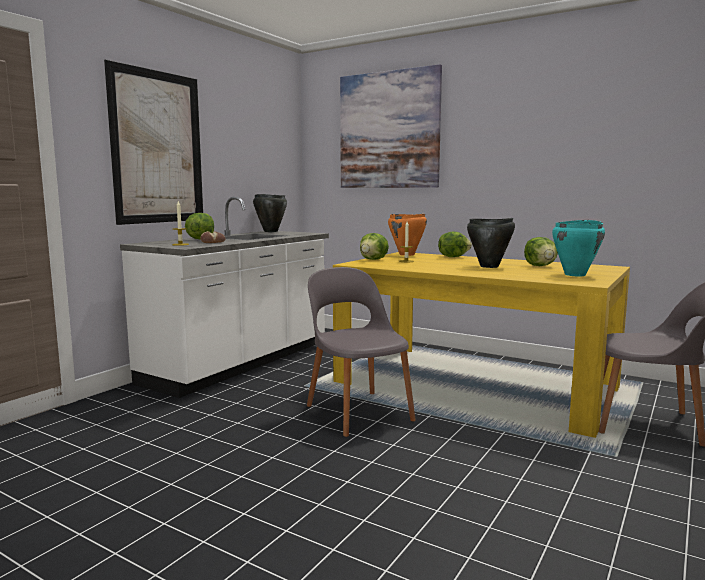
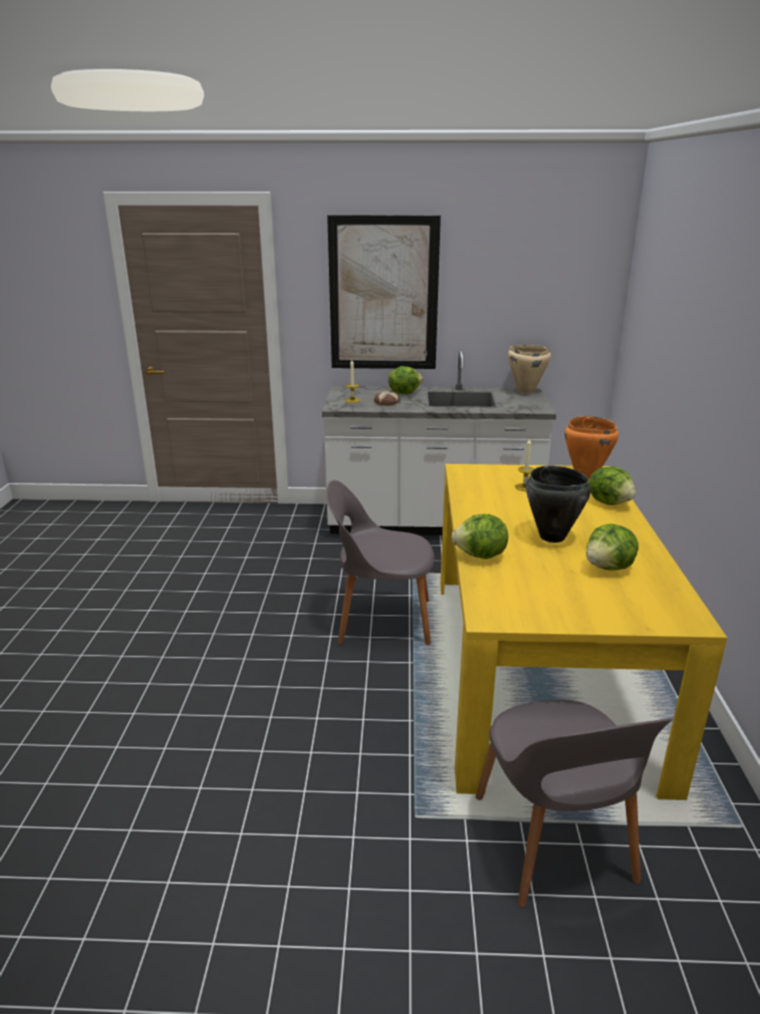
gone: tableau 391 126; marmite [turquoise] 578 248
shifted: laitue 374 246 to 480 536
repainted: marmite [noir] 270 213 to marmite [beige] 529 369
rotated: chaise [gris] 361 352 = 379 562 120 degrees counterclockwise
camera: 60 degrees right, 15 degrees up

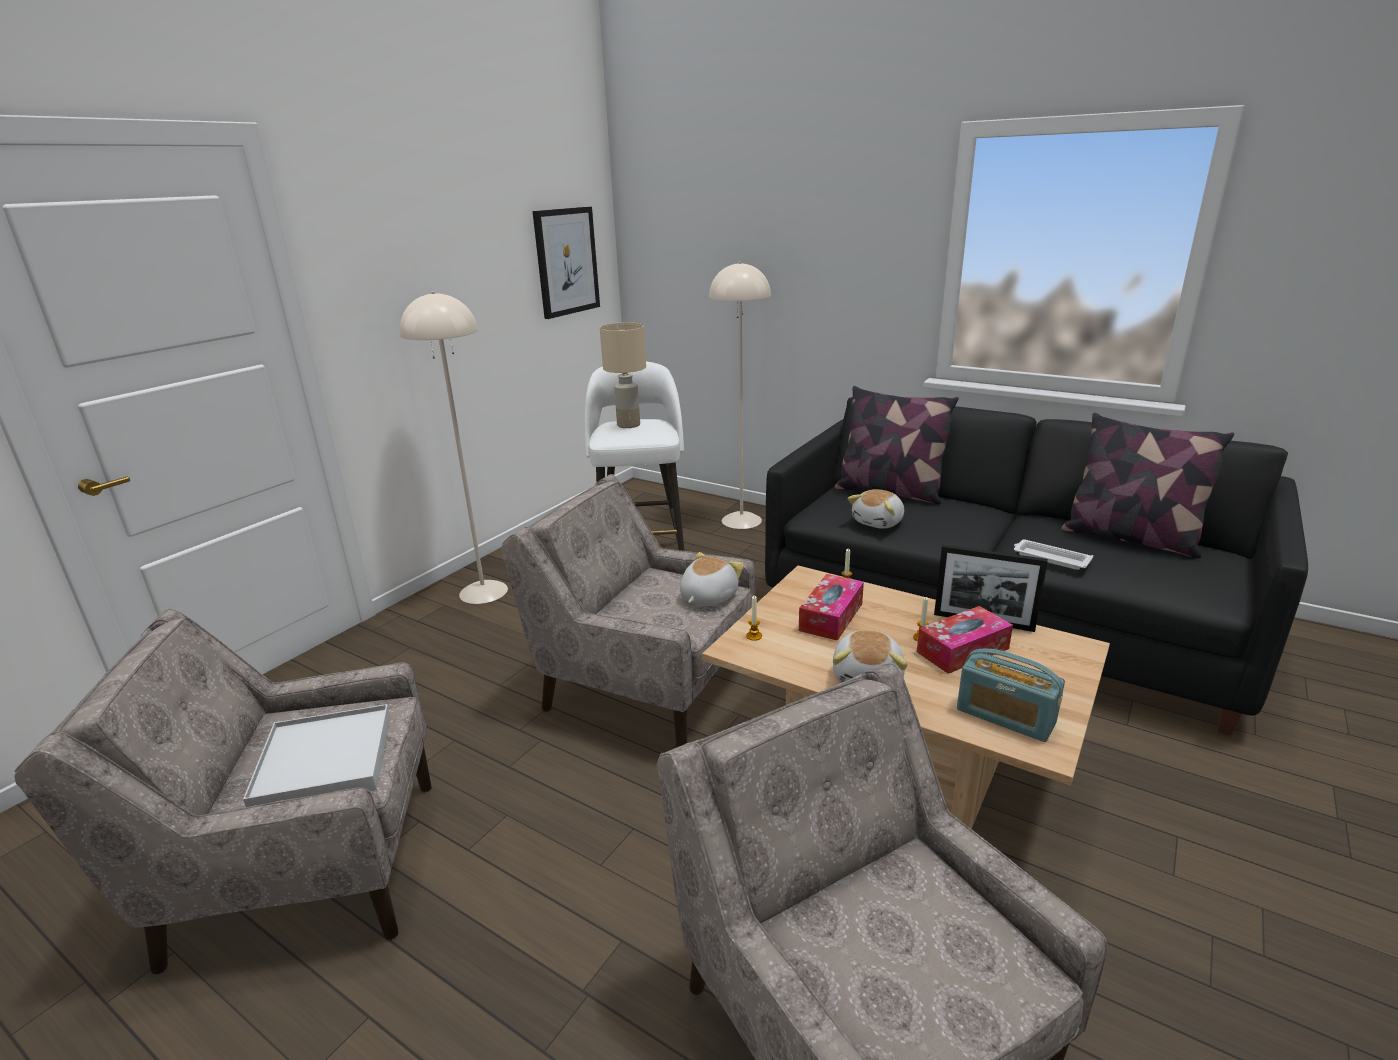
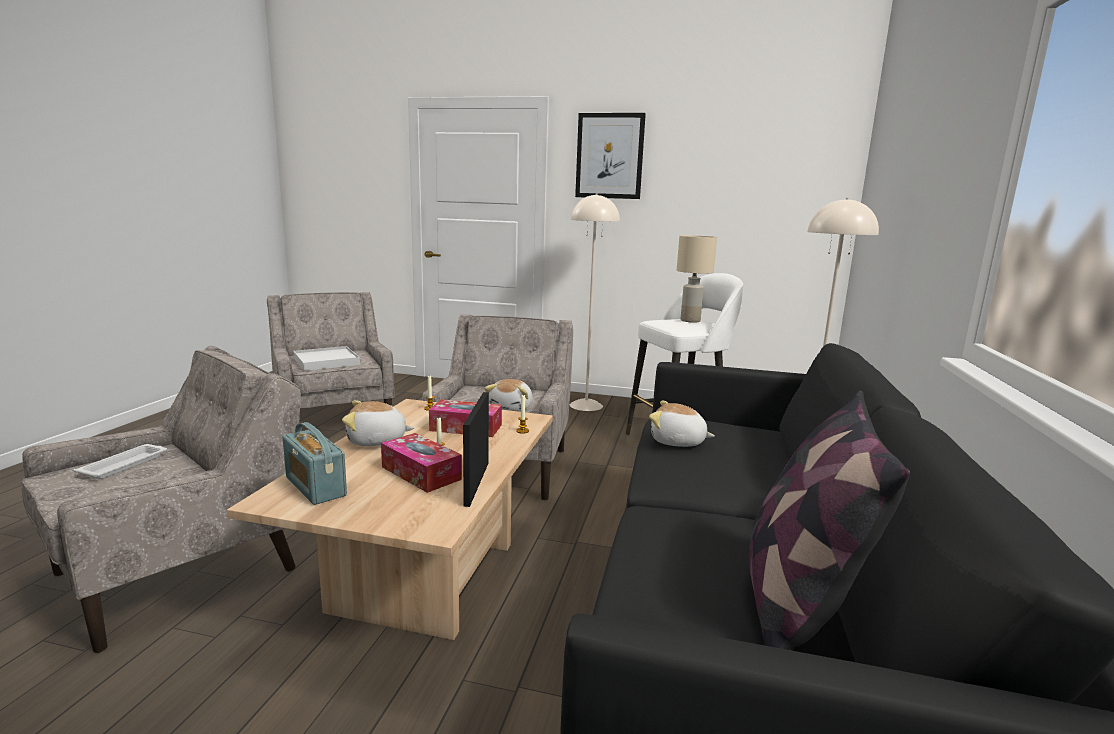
gone: coussin 897 445
shifted: plateau [blanc] 1053 555 to 120 461; tableau 566 263 to 610 156
rotated: radio 1011 695 = 315 463 60 degrees counterclockwise; peluche 712 579 = 508 395 90 degrees clockwise
camera: 70 degrees right, 10 degrees down

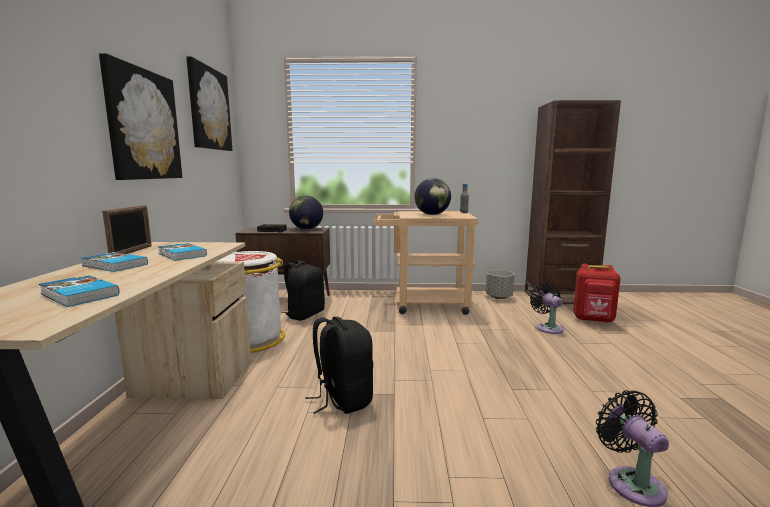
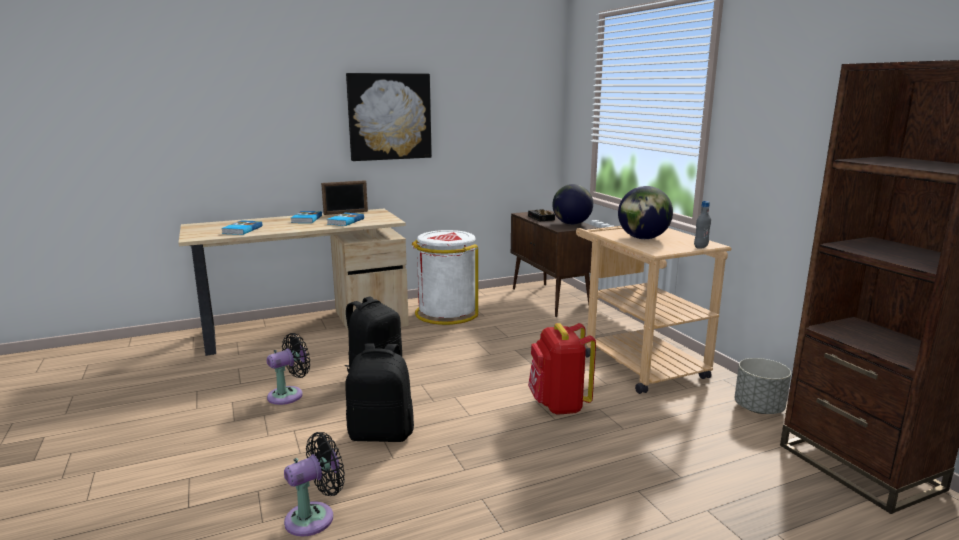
gone: tableau 209 103
shifted: ventilateur [noir] 547 308 to 288 369; sac à dos [noir] 303 290 to 379 392; sac à dos [rouge] 597 293 to 562 369
camera: 65 degrees right, 5 degrees up

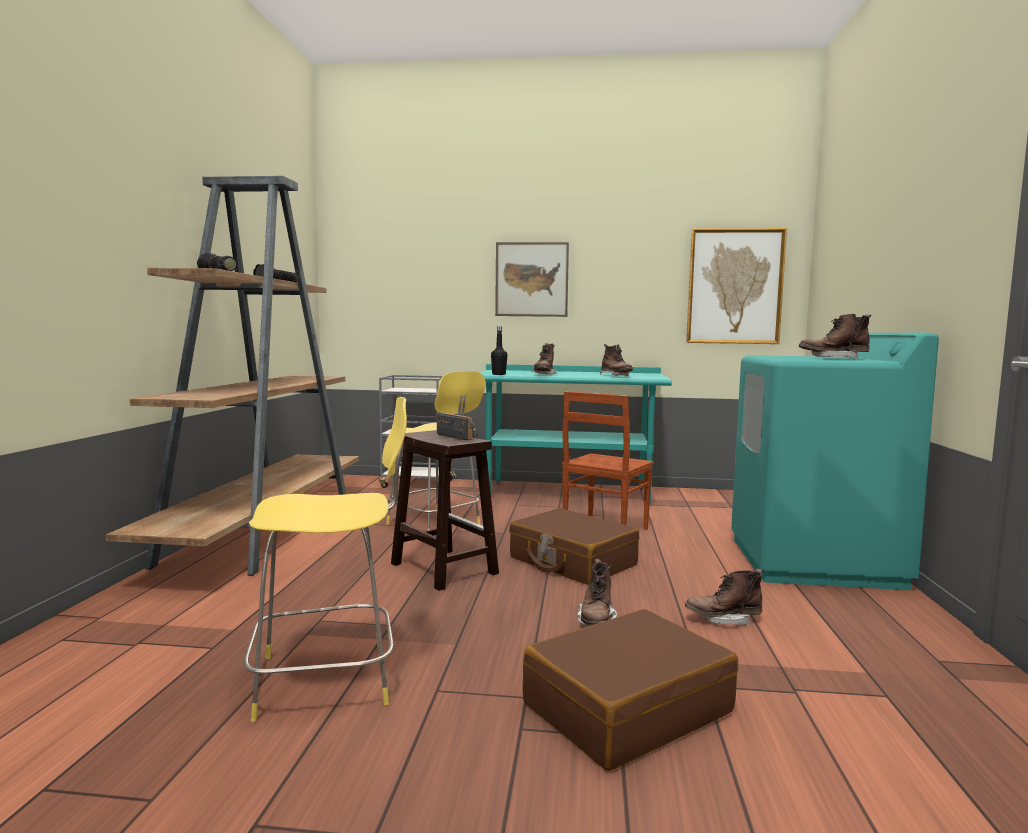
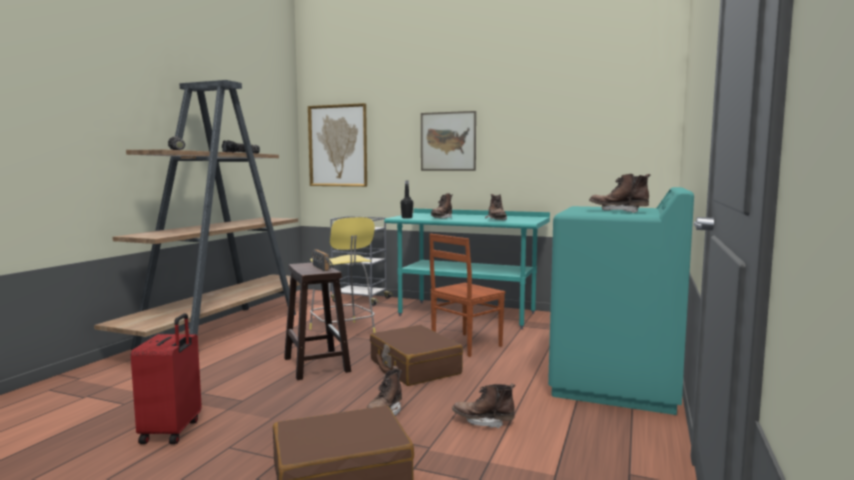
shifted: tableau 736 286 to 337 145
swapped: tabouret [jaune] 325 559 to valise [rouge] 166 378
camera: 15 degrees right, 0 degrees up

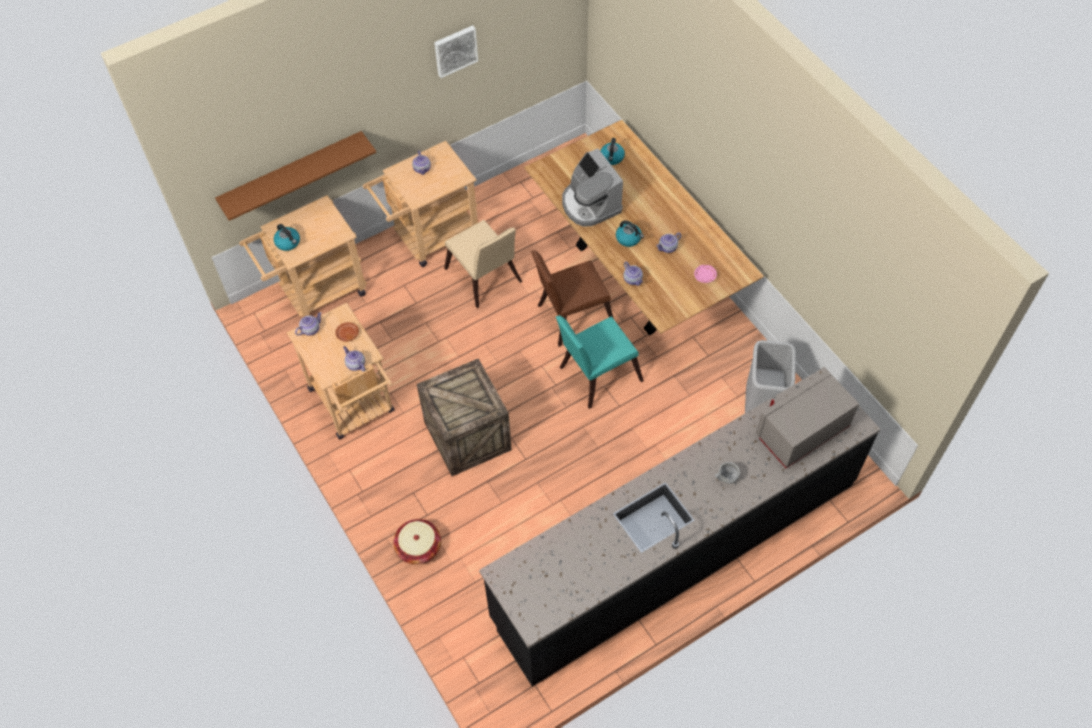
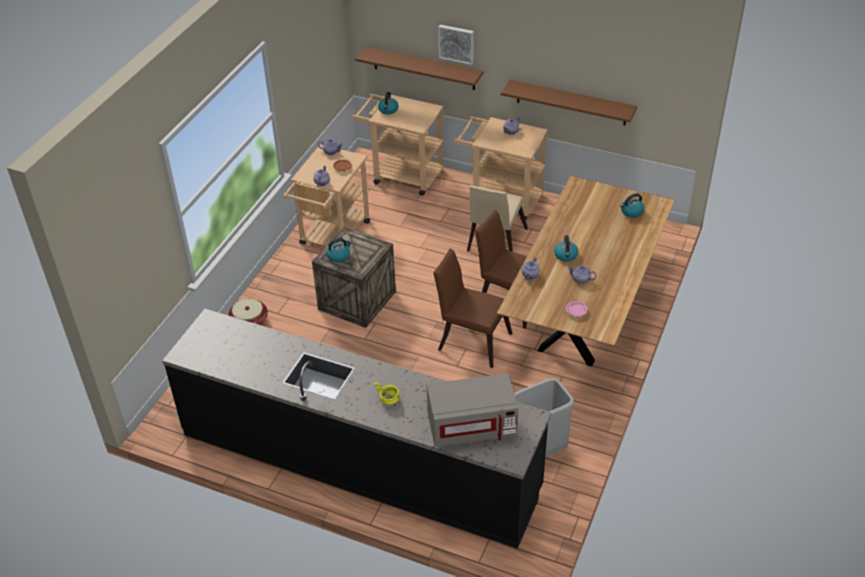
gone: machine à café 592 188
new: bouilloire 339 250; étagère [marron] 569 102
shifted: tableau 456 51 to 456 45
repainted: bol [gris] 727 473 to bol [jaune] 387 393; chaise [turquoise] 600 362 to chaise [marron] 472 308
rotated: micro-ondes [gris] 807 419 = 473 410 150 degrees clockwise
camera: 55 degrees right, 15 degrees down

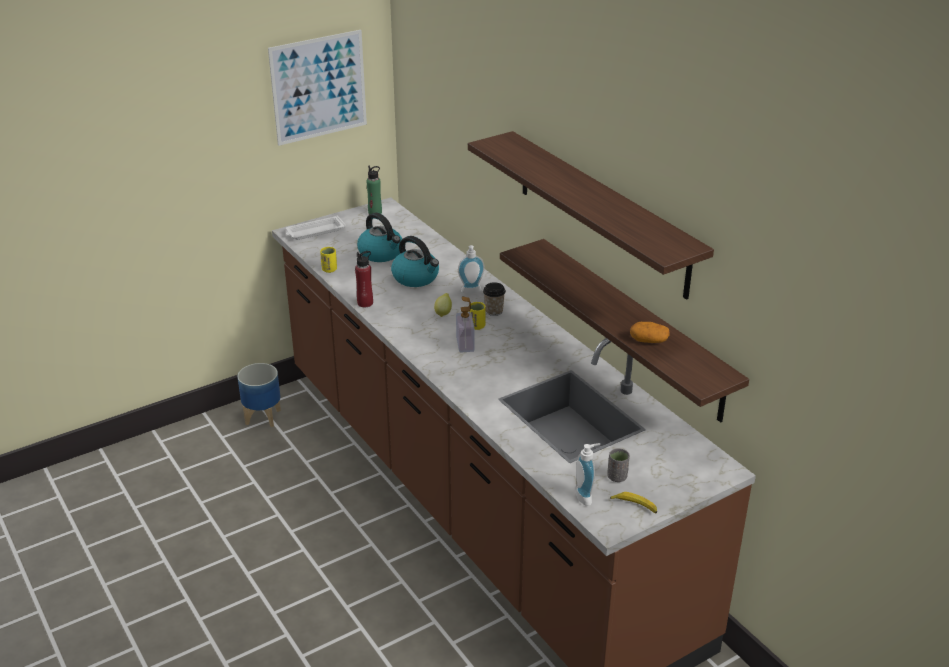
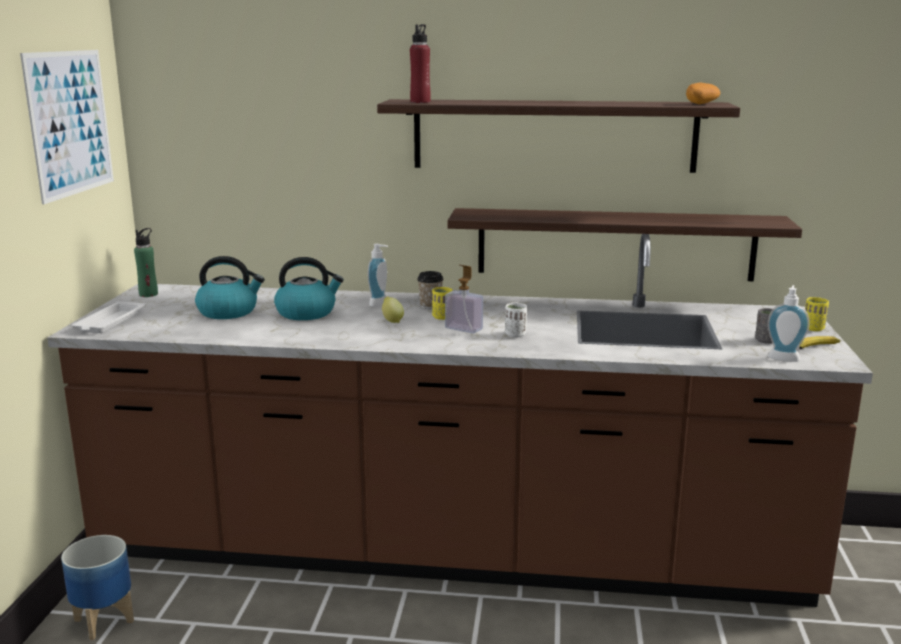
new: tasse [blanc] 516 320
shifted: bouteille [rouge] 364 279 to 420 63; pomme de terre 650 332 to 703 93; tasse [jaune] 328 260 to 817 314
camera: 50 degrees left, 15 degrees down

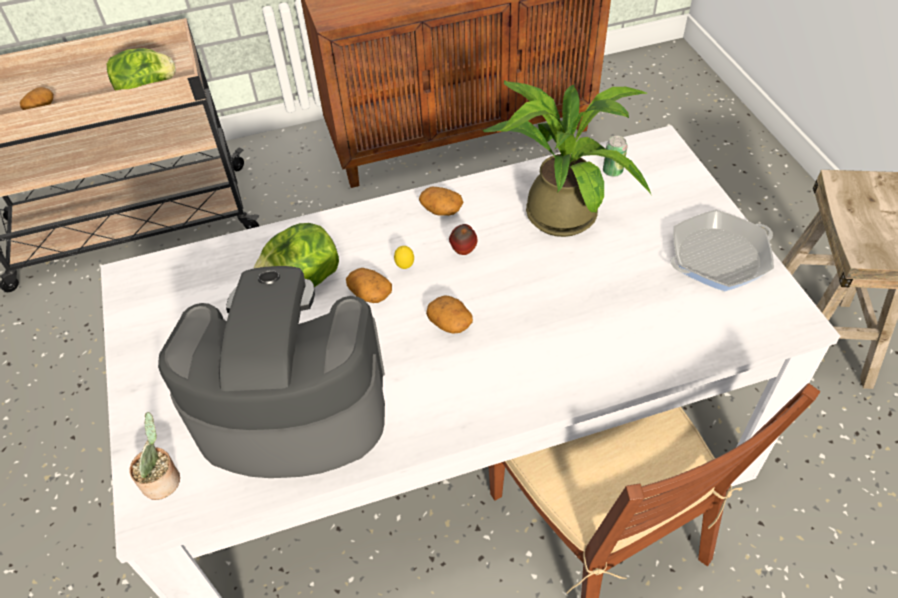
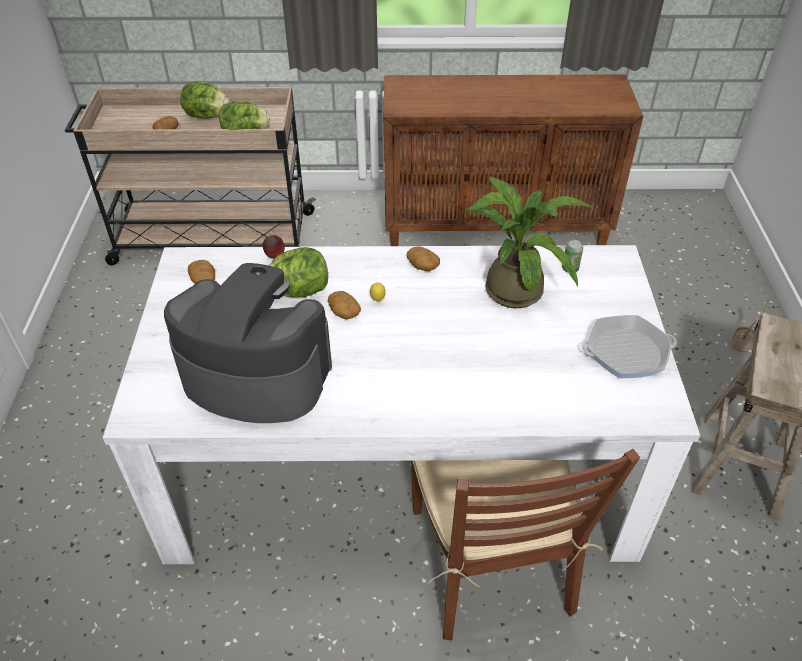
new: laitue 205 99
shifted: pomme de terre 449 314 to 201 271; pomme 463 239 to 274 247; plante en pot 154 456 to 750 328
camera: 15 degrees right, 5 degrees down

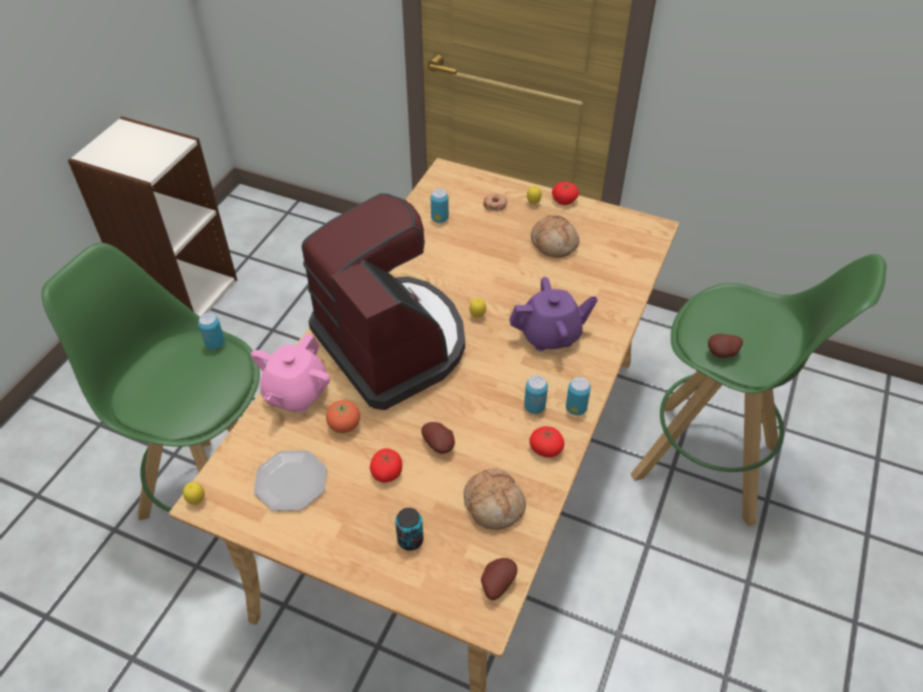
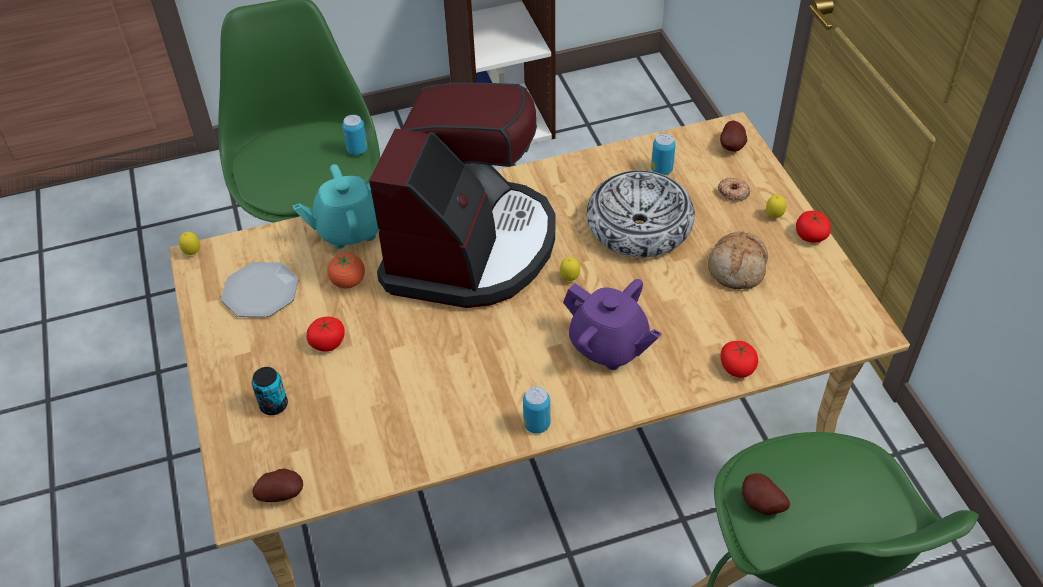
gone: pain 495 499; boîte métallique 536 394
new: bol 641 213
shifted: pomme de terre 438 438 to 733 136; tomate 546 441 to 739 359
repainted: théière [rose] 290 373 to théière [turquoise] 336 206
camera: 50 degrees right, 0 degrees up

